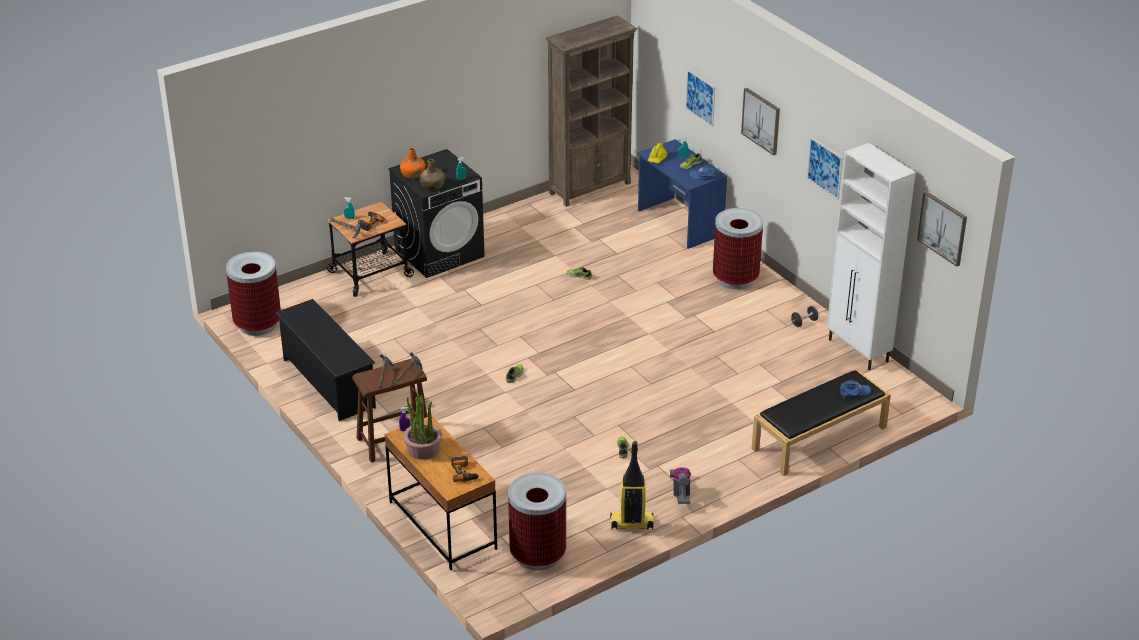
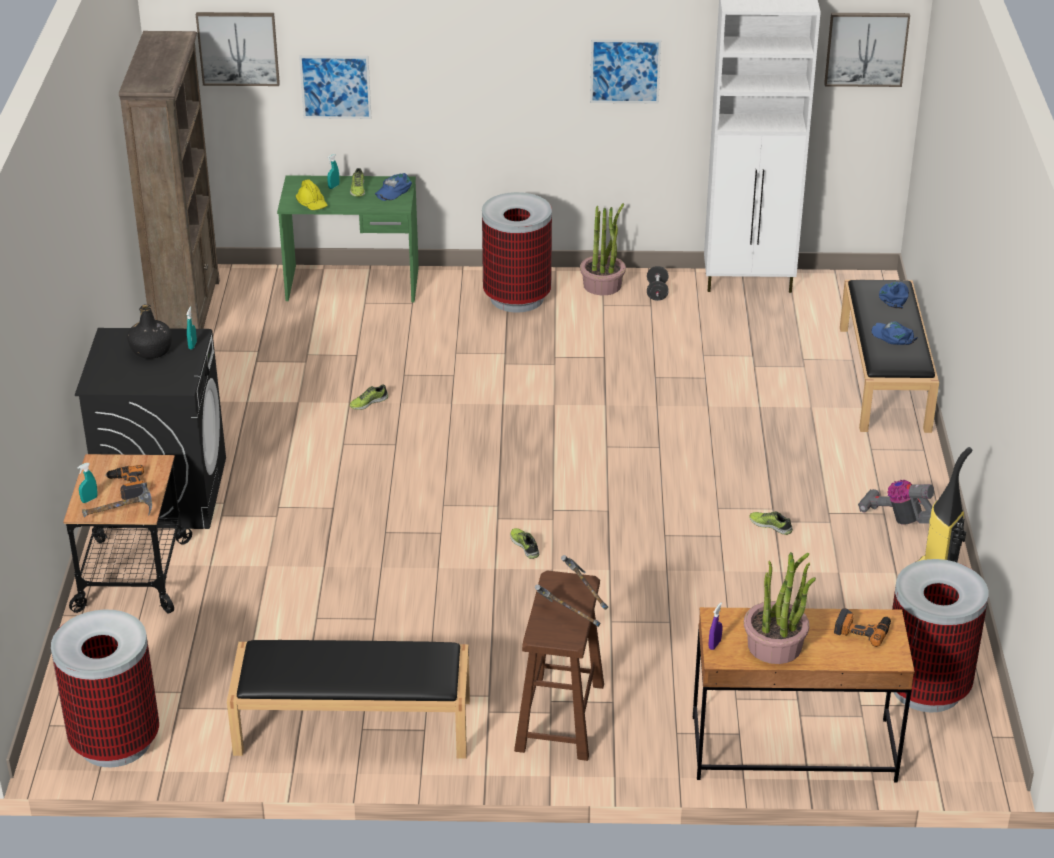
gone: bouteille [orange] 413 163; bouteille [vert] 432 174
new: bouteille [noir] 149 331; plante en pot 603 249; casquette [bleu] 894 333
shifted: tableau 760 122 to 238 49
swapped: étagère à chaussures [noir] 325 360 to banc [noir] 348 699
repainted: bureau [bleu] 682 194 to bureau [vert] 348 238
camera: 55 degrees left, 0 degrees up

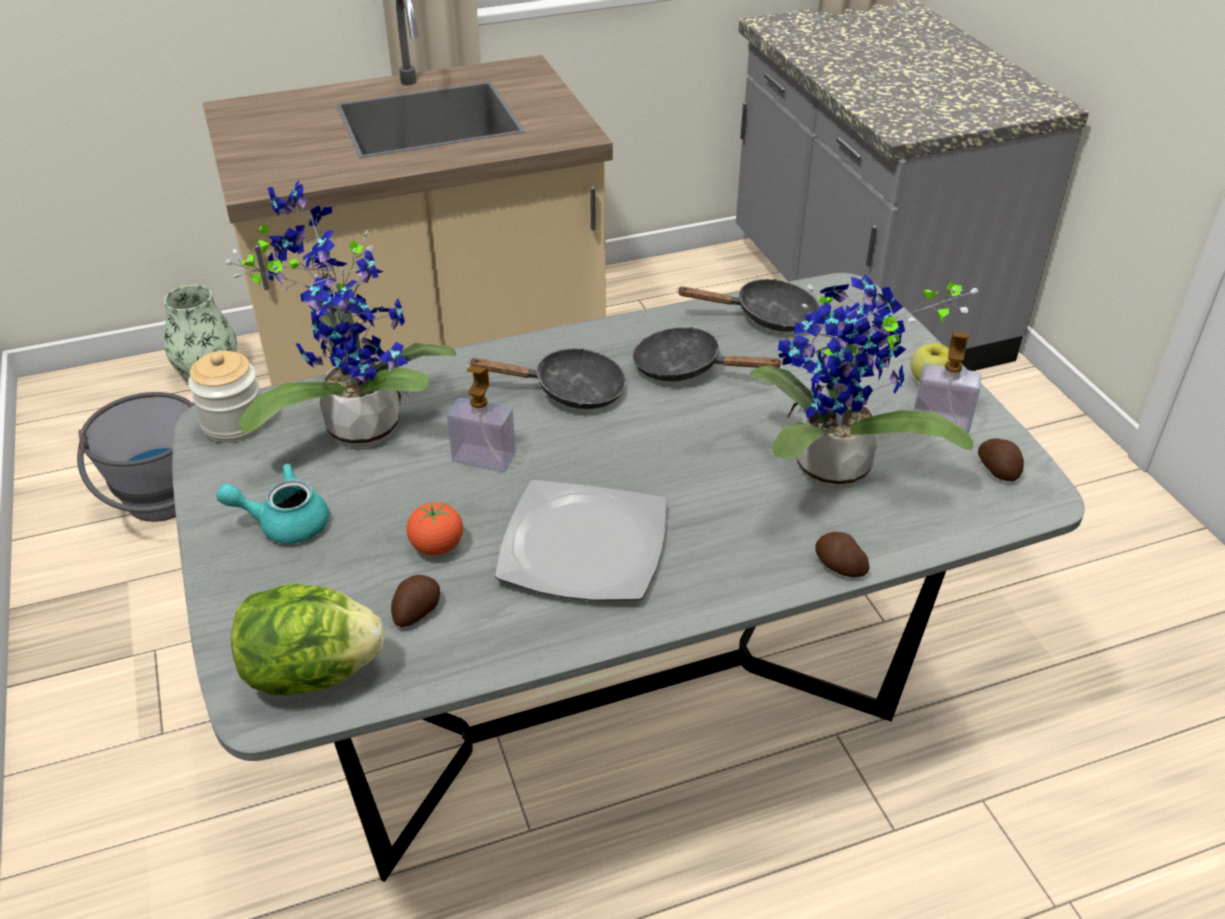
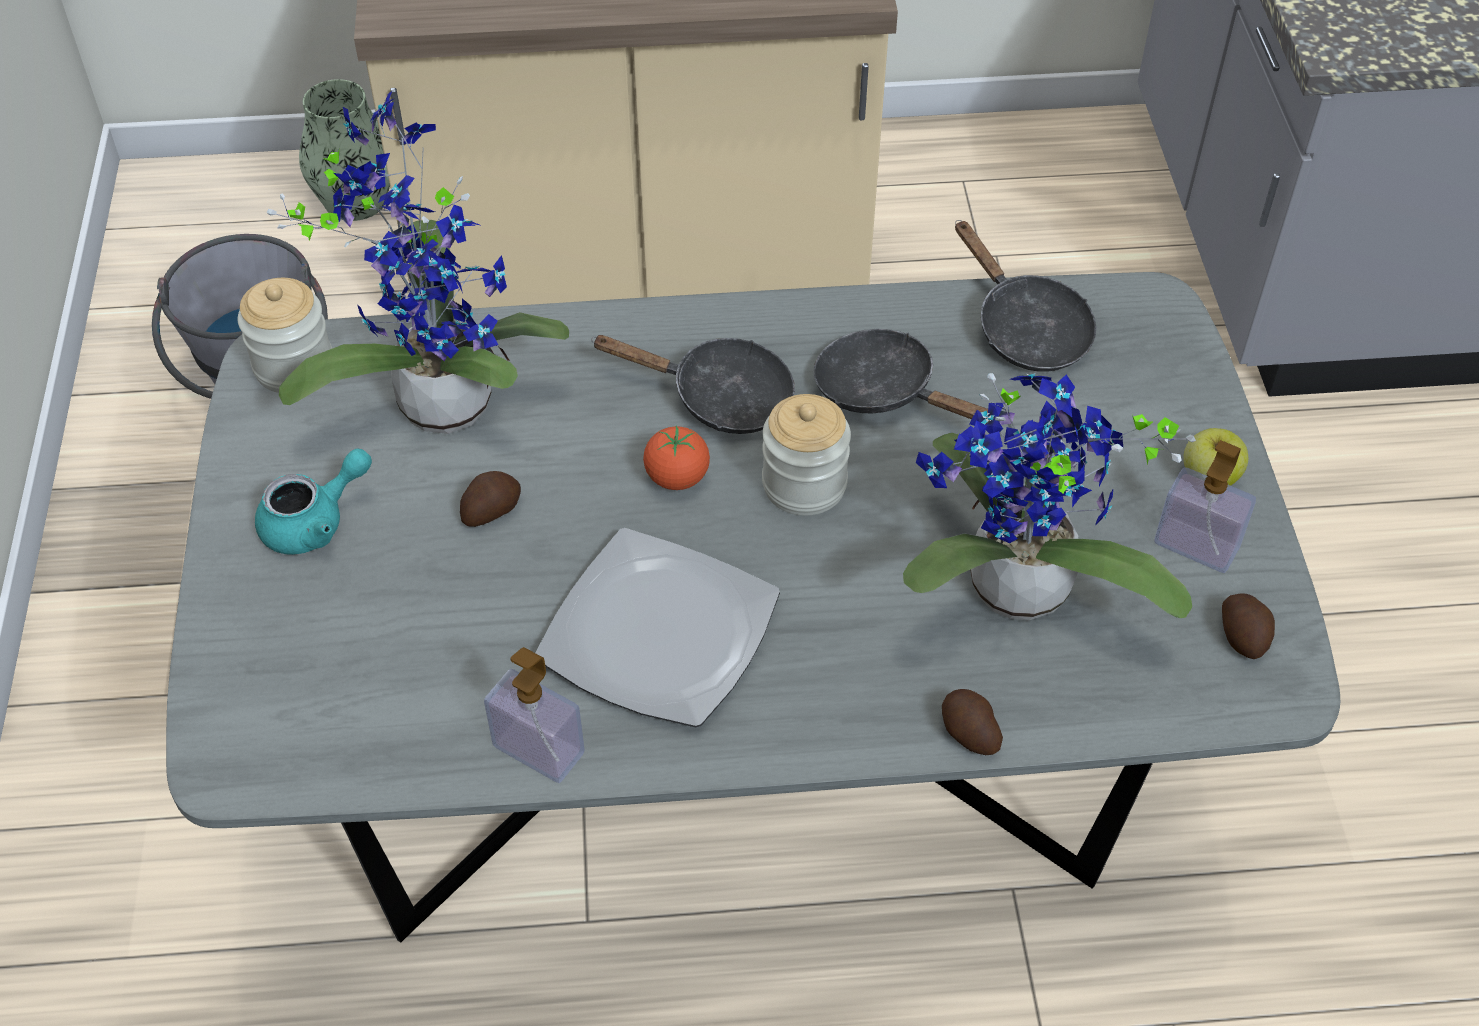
gone: laitue 308 639
new: bocal 806 454
shifted: pomme de terre 415 601 to 490 499; distributeur de savon 481 419 to 534 715; tomate 435 528 to 676 458
rotated: théière [turquoise] 272 504 = 313 501 135 degrees clockwise; poêle [noir] 748 305 = 1025 296 45 degrees clockwise
camera: 15 degrees right, 10 degrees up

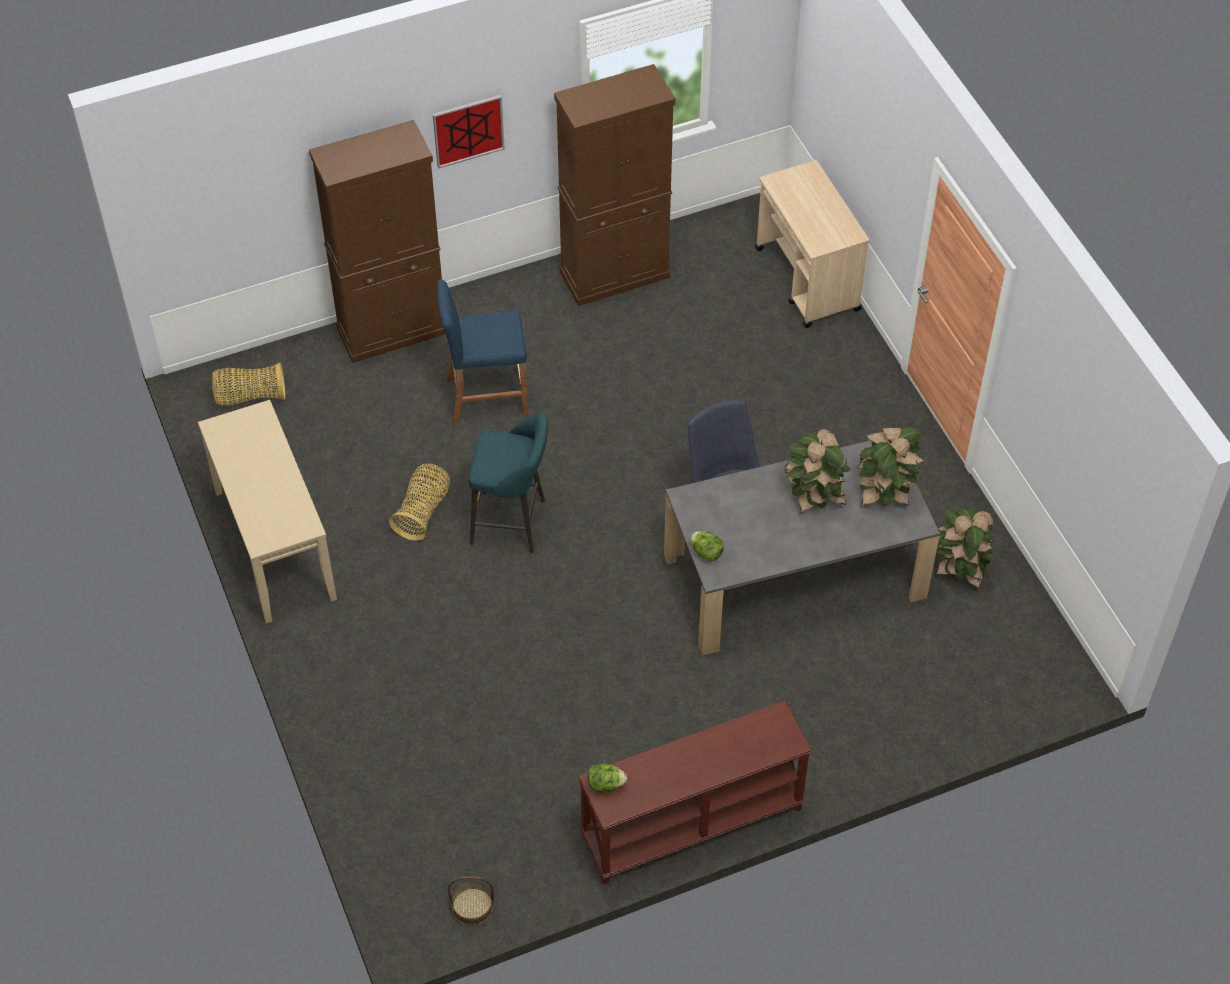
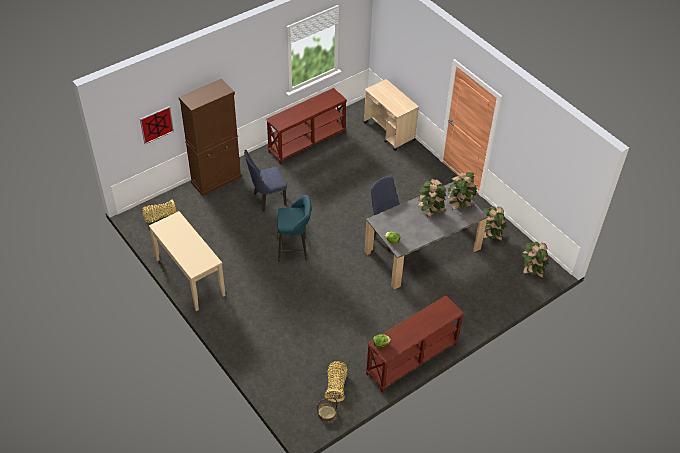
new: plante en pot 535 260
shifted: tableau 469 131 to 157 125; panier 419 502 to 335 381
swapped: tabouret [bleu] 482 351 to chaise [bleu] 265 181; meuble de rangement [marron] 615 185 to table console [marron] 306 126
camera: 15 degrees left, 5 degrees down

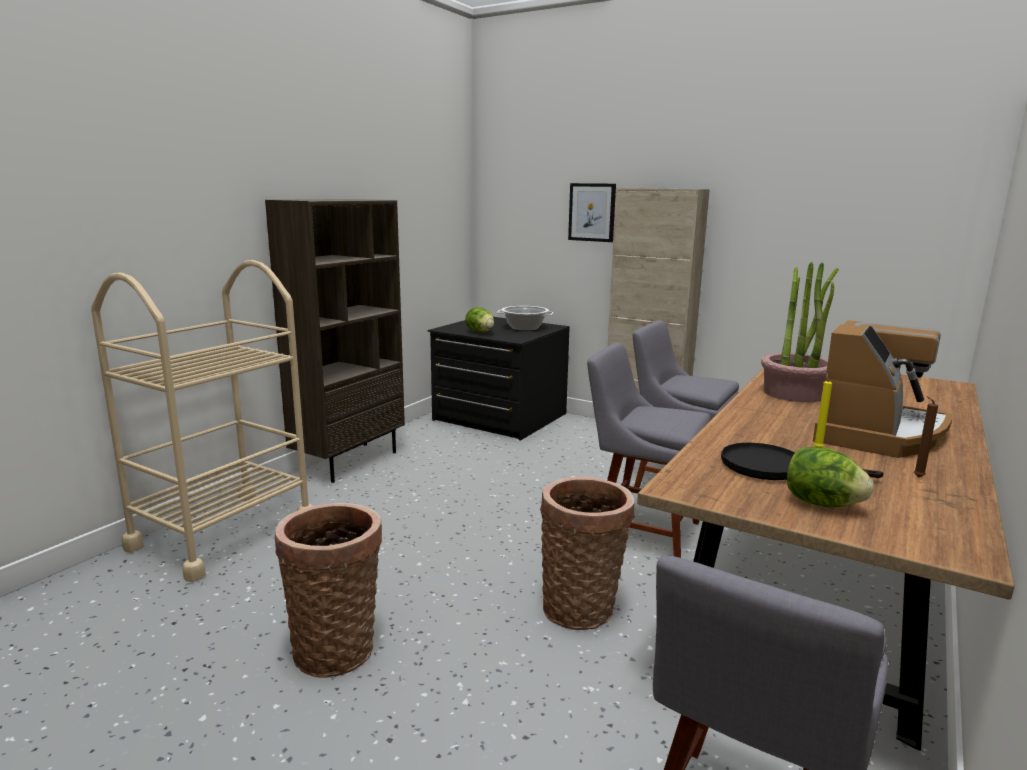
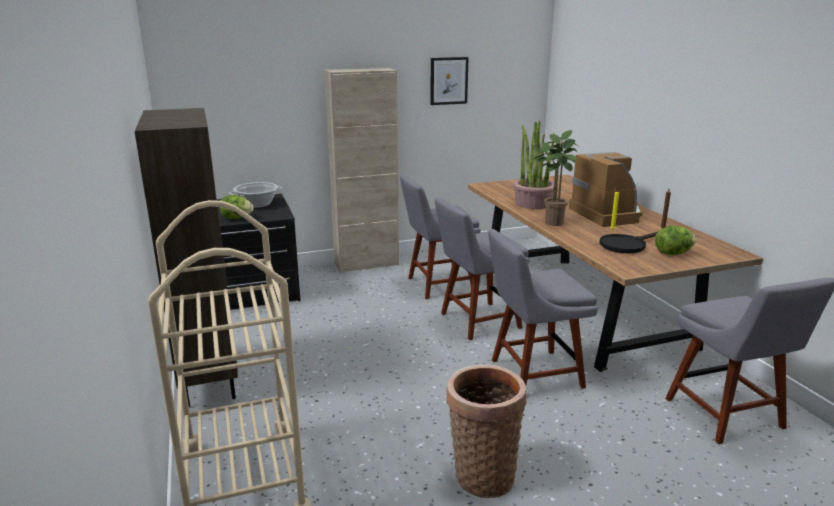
new: plante en pot 554 178
shifted: tableau 592 212 to 449 81
swapped: panier 587 553 to chaise [gris] 543 309
camera: 50 degrees left, 5 degrees up

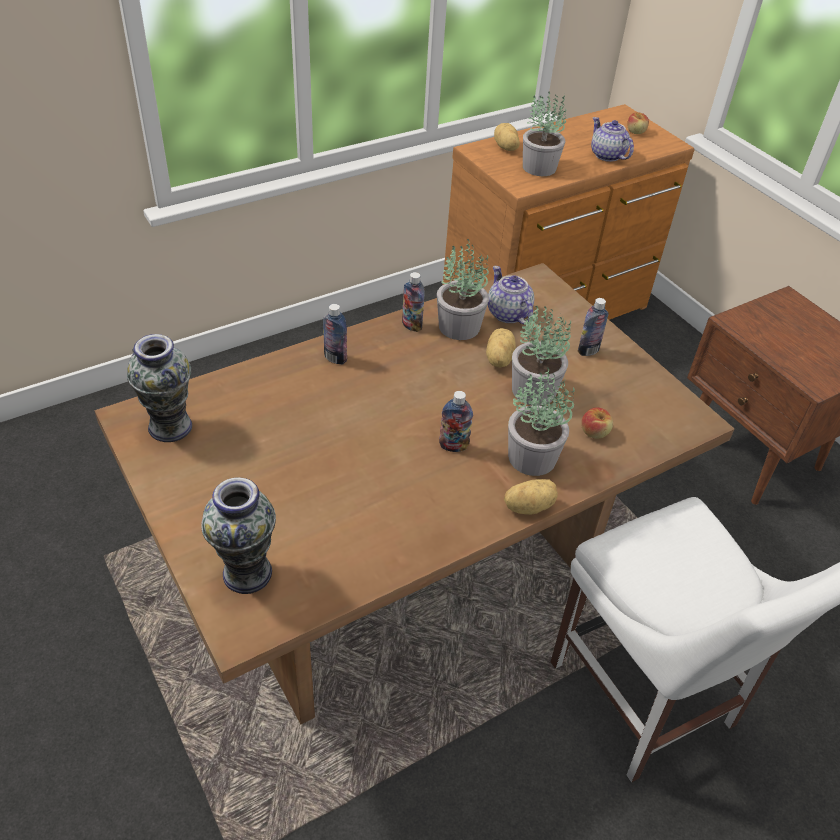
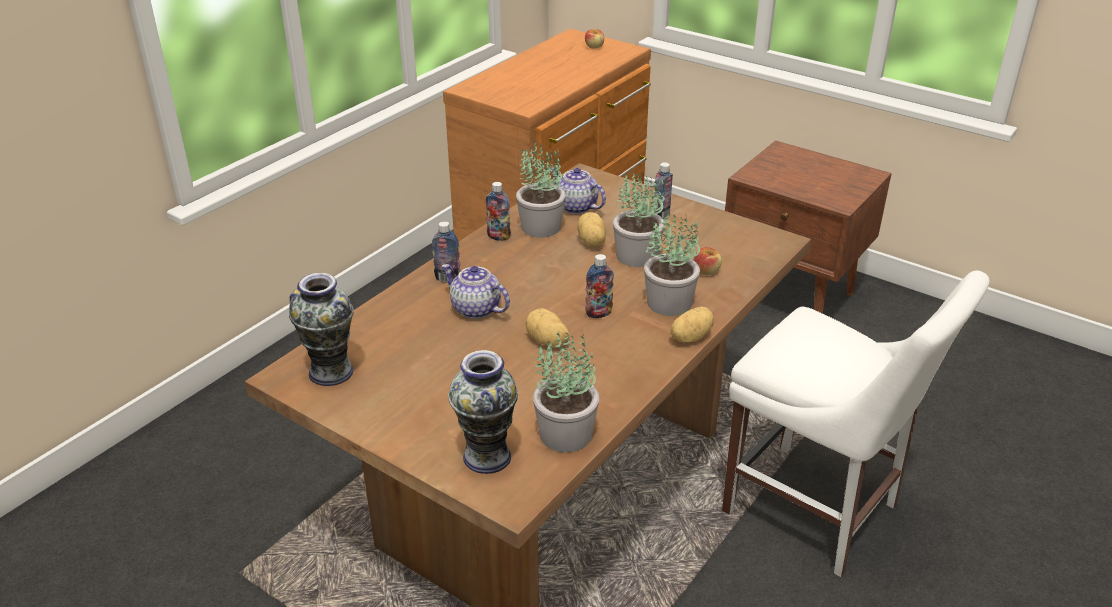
shifted: théière 612 139 to 476 291; pomme de terre 507 137 to 547 327; plante en pot 545 133 to 566 392
camera: 20 degrees left, 10 degrees down

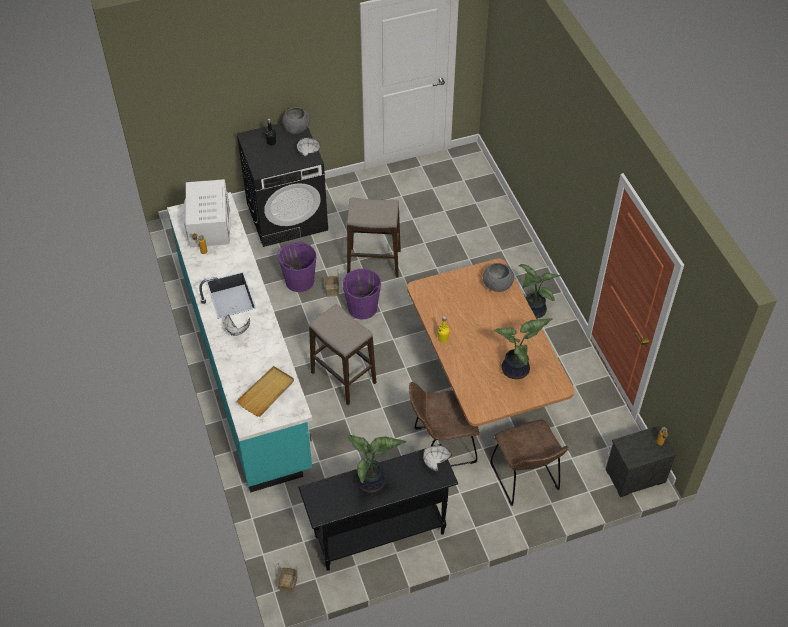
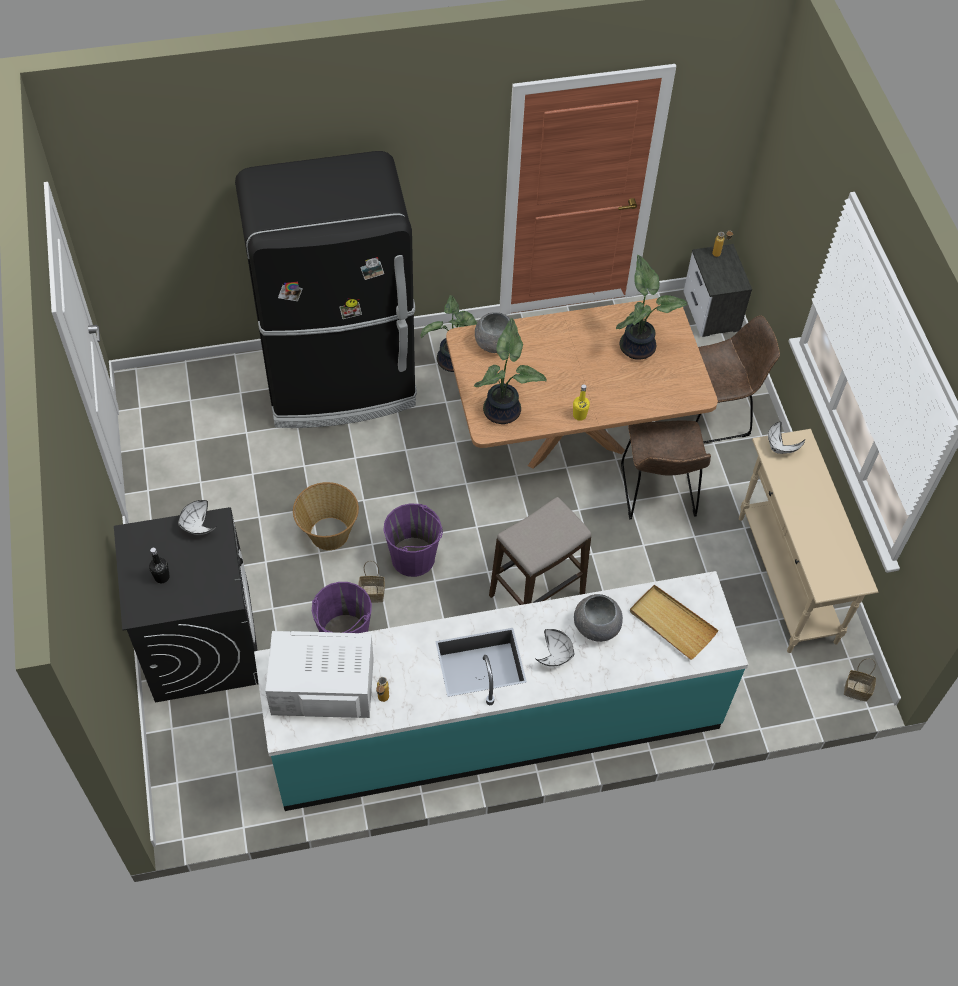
new: réfrigérateur [noir] 326 289
shifted: plante en pot 376 464 to 510 371; bol [gris] 296 120 to 598 618
swapped: tabouret 374 237 to panier 326 516
repainted: table console [noir] 378 507 to table console [beige] 808 541
camera: 85 degrees left, 5 degrees up

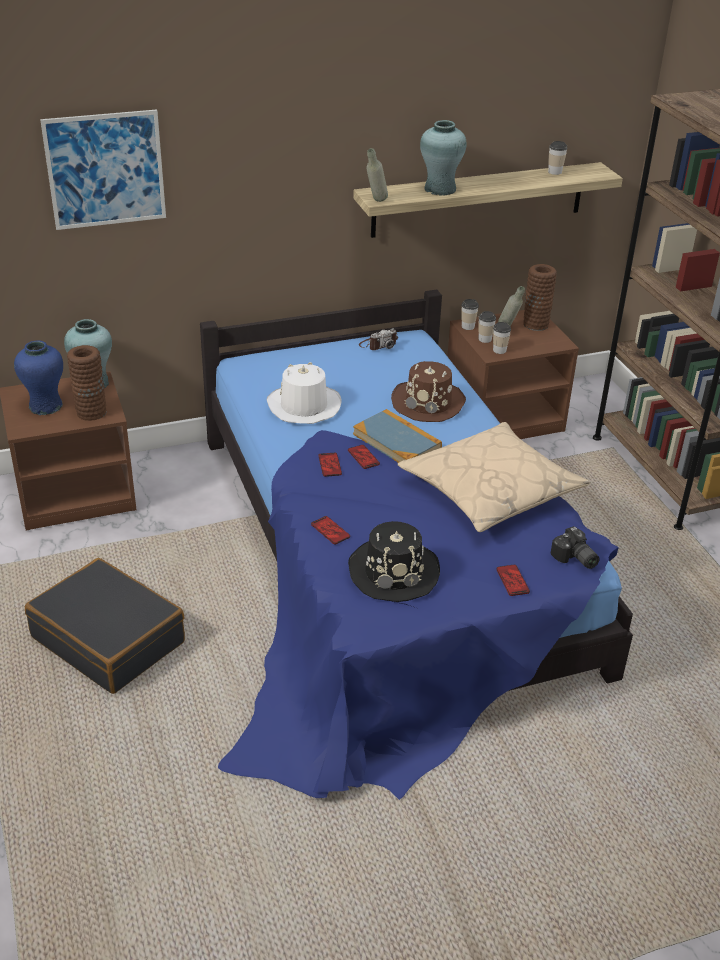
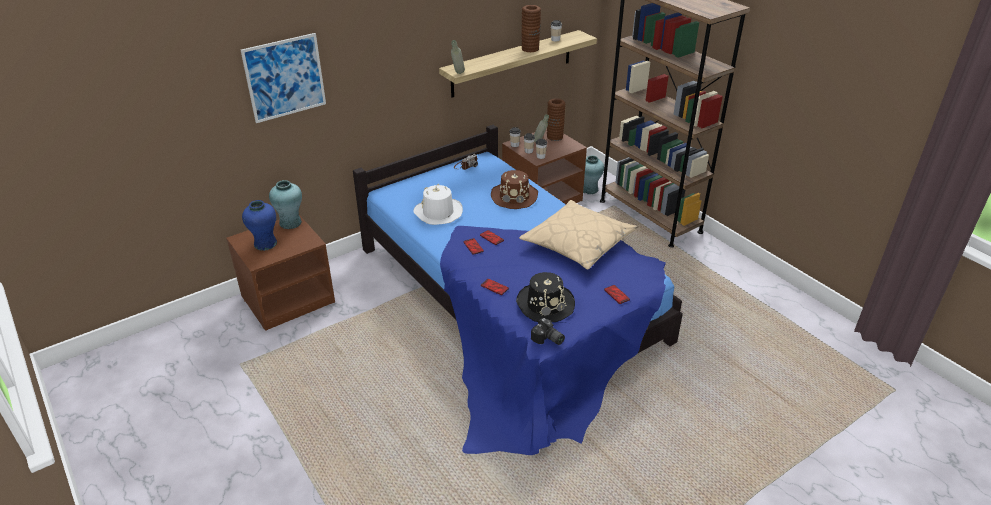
gone: valise [noir] 105 626; livre 397 436
shifted: vase [marron] 87 383 to 531 28; appareil photo 575 547 to 548 331; vase [turquoise] 443 158 to 593 174
camera: 15 degrees left, 0 degrees up

